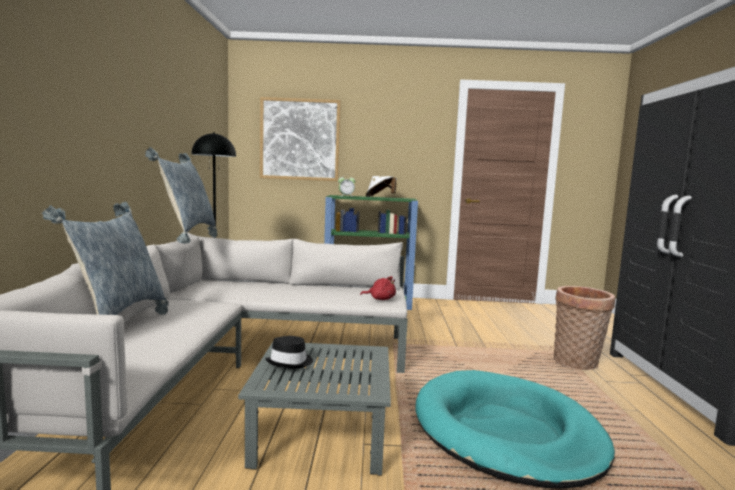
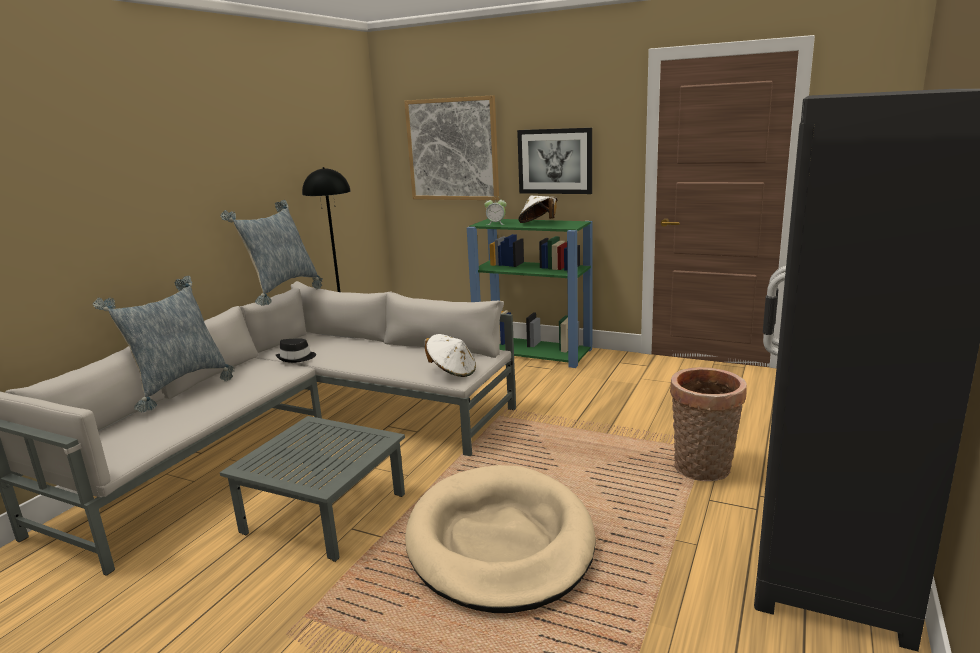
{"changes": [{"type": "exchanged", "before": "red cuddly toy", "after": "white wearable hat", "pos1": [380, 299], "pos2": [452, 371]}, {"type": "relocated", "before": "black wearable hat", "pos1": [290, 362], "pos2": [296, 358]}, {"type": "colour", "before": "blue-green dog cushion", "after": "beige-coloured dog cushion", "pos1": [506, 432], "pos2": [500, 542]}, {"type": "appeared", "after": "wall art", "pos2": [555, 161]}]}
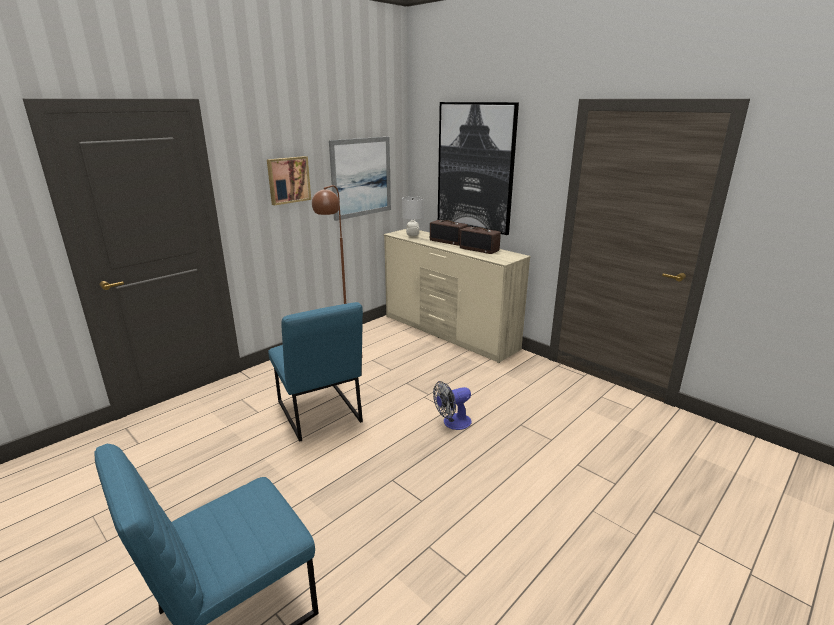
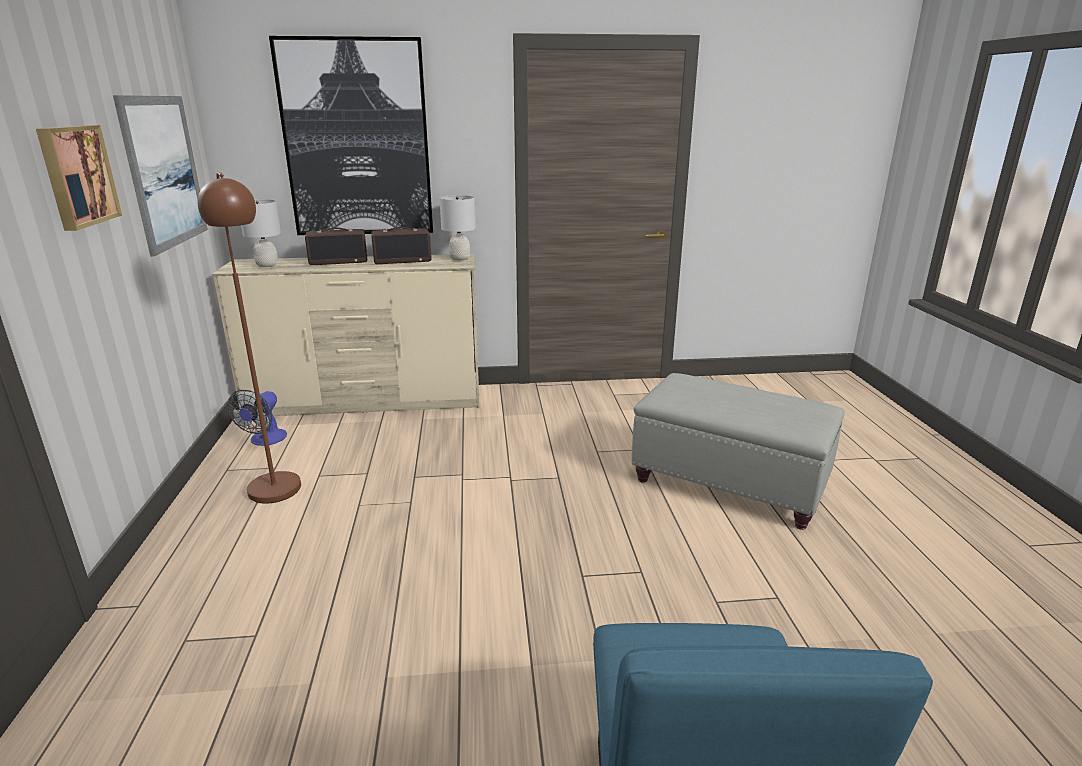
{"changes": [{"type": "missing", "before": "bluish plain chair", "pos1": [319, 413]}, {"type": "relocated", "before": "electric fan", "pos1": [452, 423], "pos2": [265, 440]}, {"type": "appeared", "after": "greyish lamp for a table", "pos2": [459, 259]}, {"type": "appeared", "after": "greyish footrest", "pos2": [730, 484]}]}
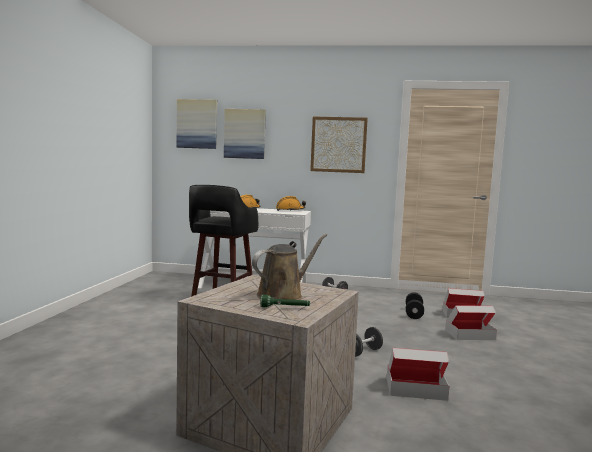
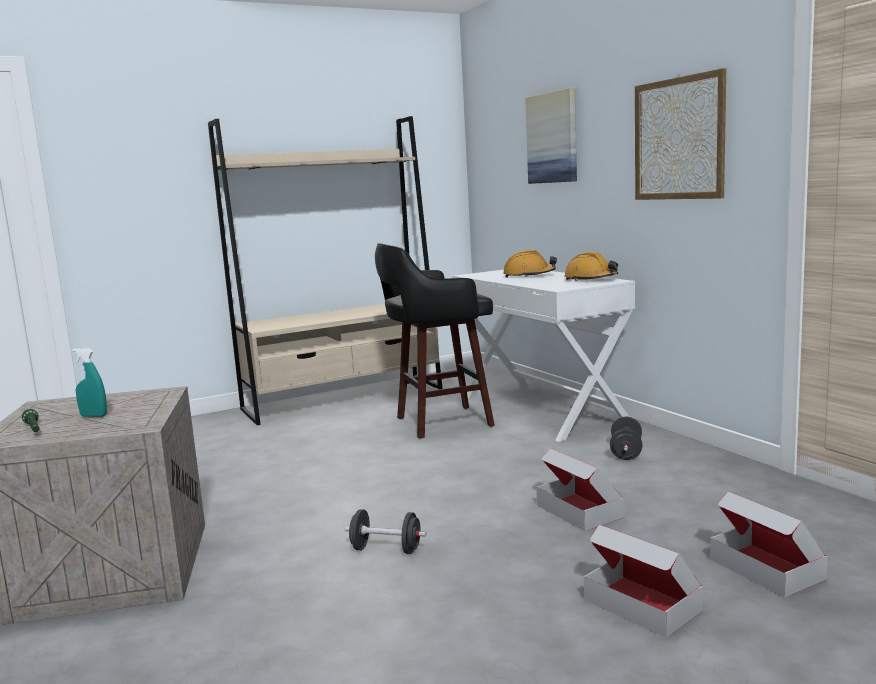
{"changes": [{"type": "missing", "before": "wall art", "pos1": [197, 124]}, {"type": "exchanged", "before": "brown-coloured sprinkling can", "after": "blue-green spray bottle", "pos1": [283, 295], "pos2": [93, 416]}, {"type": "missing", "before": "black free weight", "pos1": [413, 313]}, {"type": "relocated", "before": "packing box", "pos1": [416, 389], "pos2": [579, 511]}, {"type": "appeared", "after": "beige-coloured shelving unit", "pos2": [344, 399]}]}
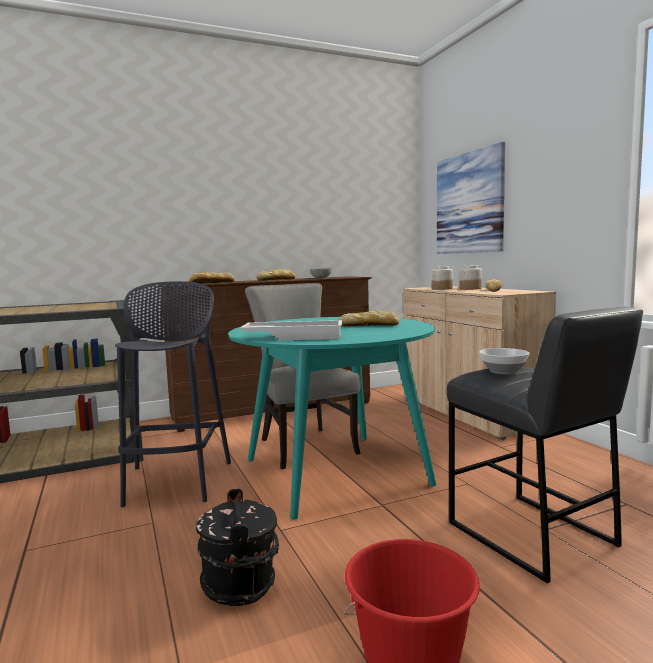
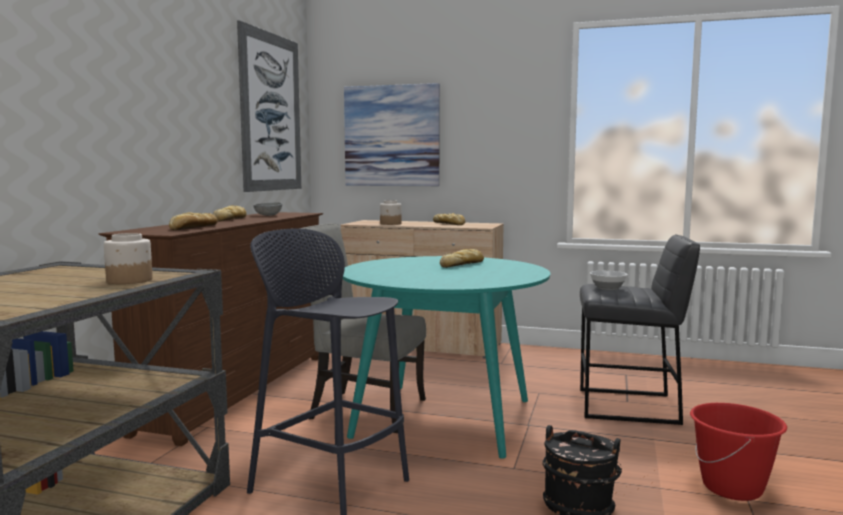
{"changes": [{"type": "relocated", "before": "preserve jar", "pos1": [470, 289], "pos2": [129, 280]}, {"type": "missing", "before": "white tray", "pos1": [294, 337]}, {"type": "appeared", "after": "wall art", "pos2": [271, 112]}]}
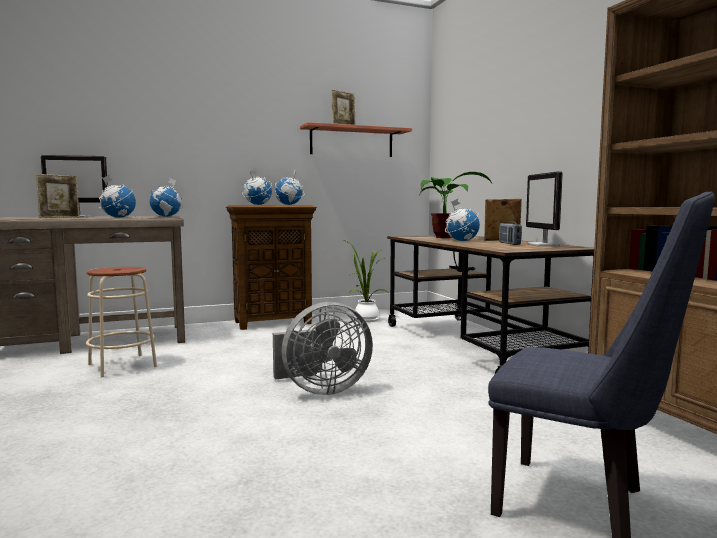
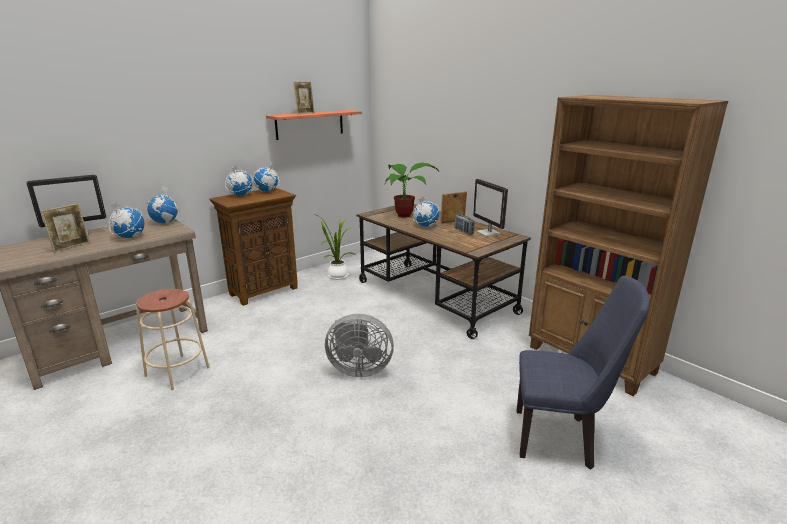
{"changes": [{"type": "spun", "before": "greyish electric fan", "pos1": [321, 389], "pos2": [358, 369], "turn": 45}]}
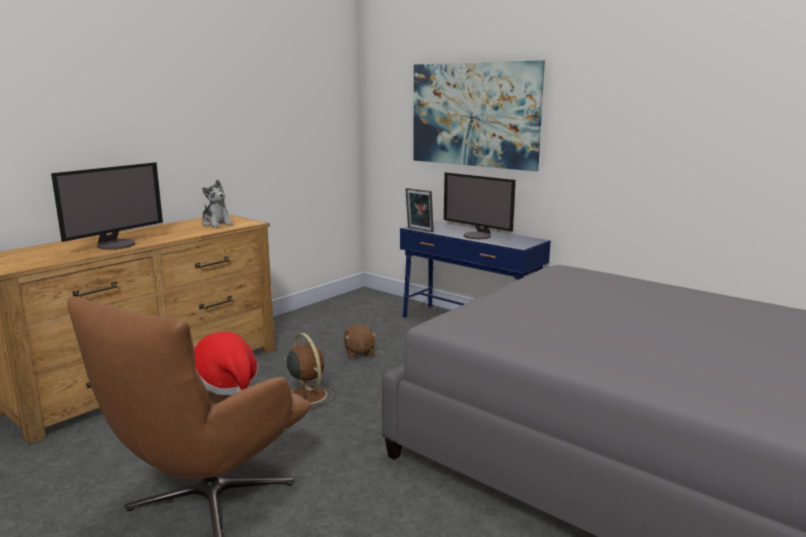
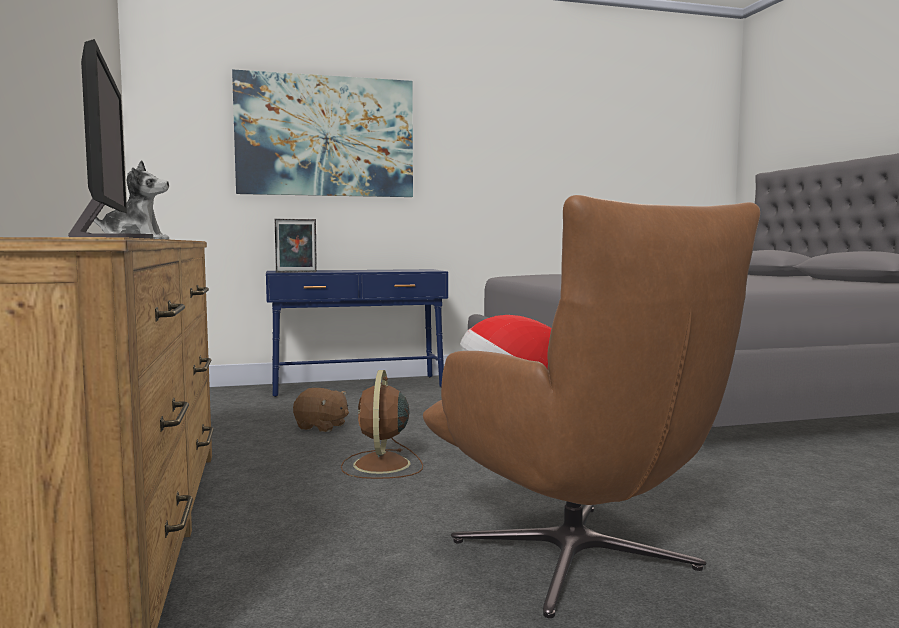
{"changes": [{"type": "missing", "before": "computer display", "pos1": [478, 236]}, {"type": "spun", "before": "brown-coloured electric fan", "pos1": [306, 394], "pos2": [381, 465], "turn": -90}]}
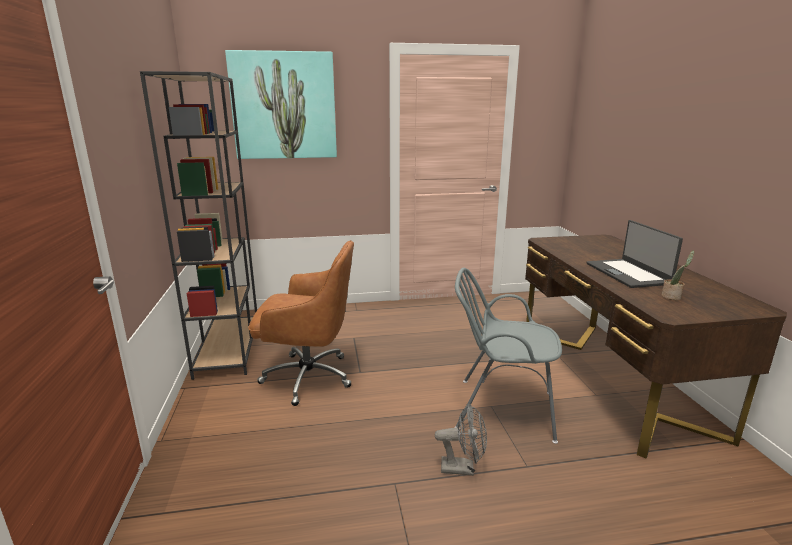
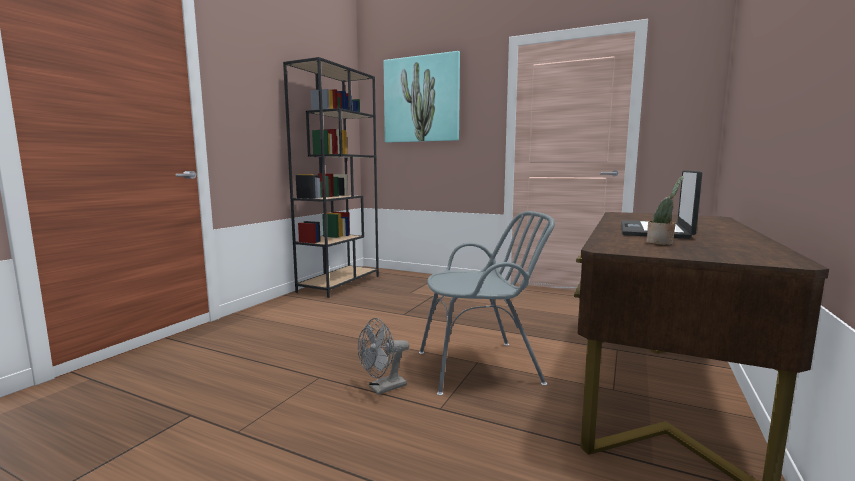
{"changes": [{"type": "missing", "before": "brown-coloured computer chair", "pos1": [308, 377]}, {"type": "spun", "before": "greyish plain chair", "pos1": [500, 408], "pos2": [483, 366], "turn": 120}, {"type": "spun", "before": "greyish electric fan", "pos1": [463, 468], "pos2": [382, 388], "turn": 105}]}
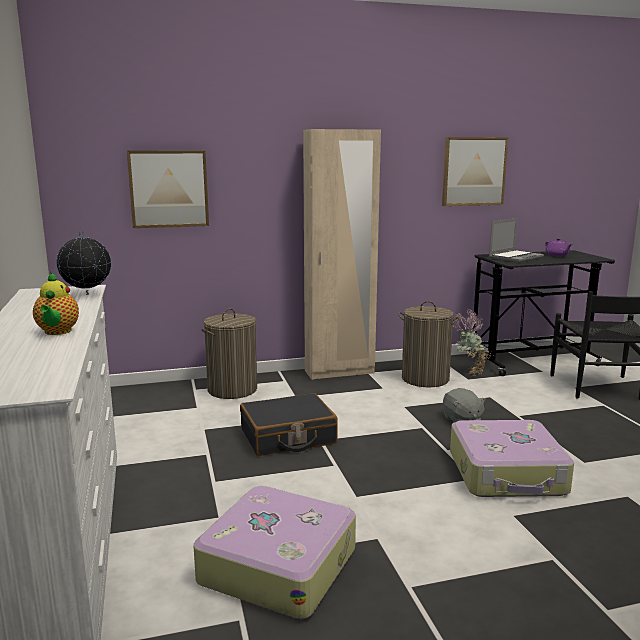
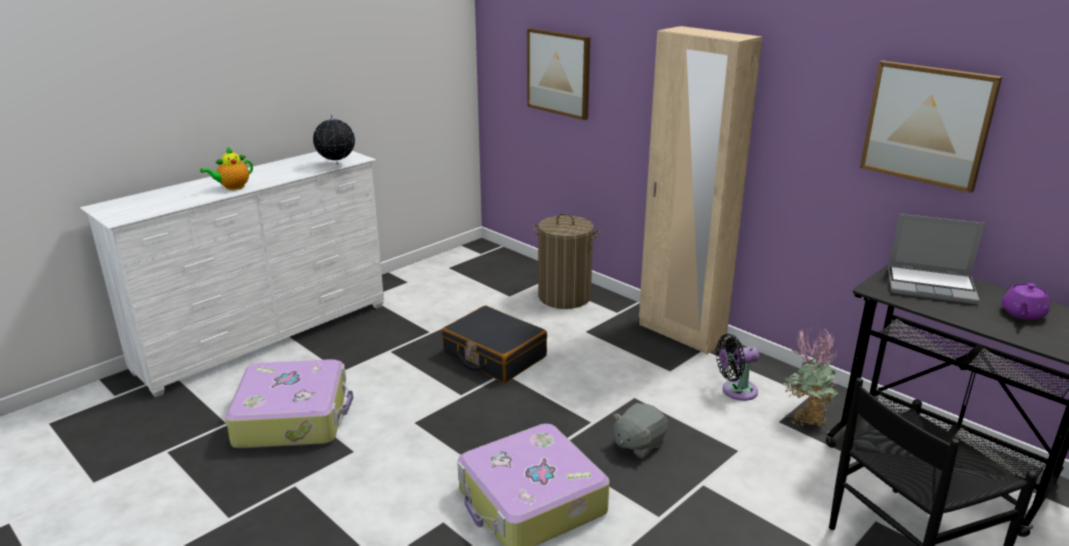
{"changes": [{"type": "exchanged", "before": "laundry basket", "after": "black electric fan", "pos1": [425, 379], "pos2": [736, 391]}]}
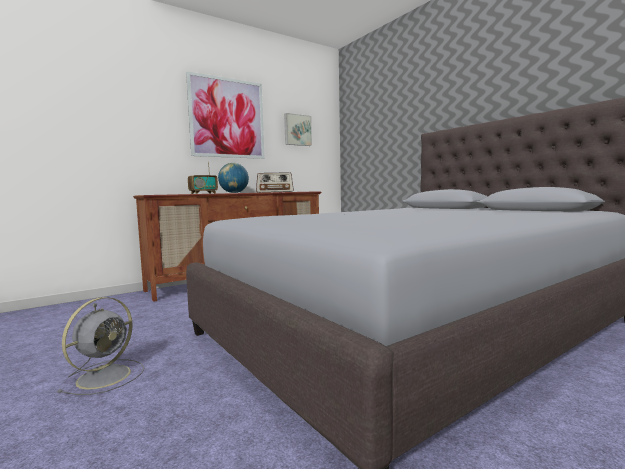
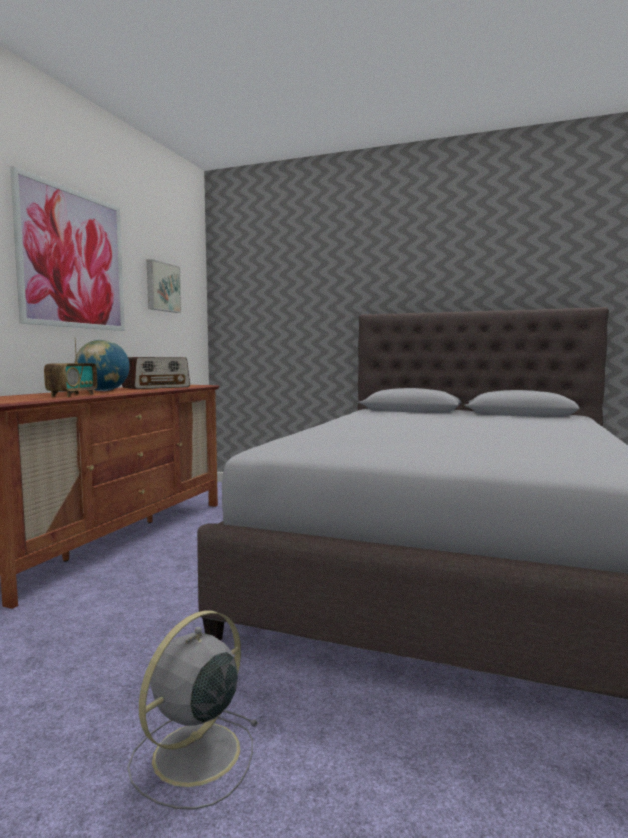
{"changes": [{"type": "spun", "before": "greyish electric fan", "pos1": [106, 376], "pos2": [193, 756], "turn": -135}]}
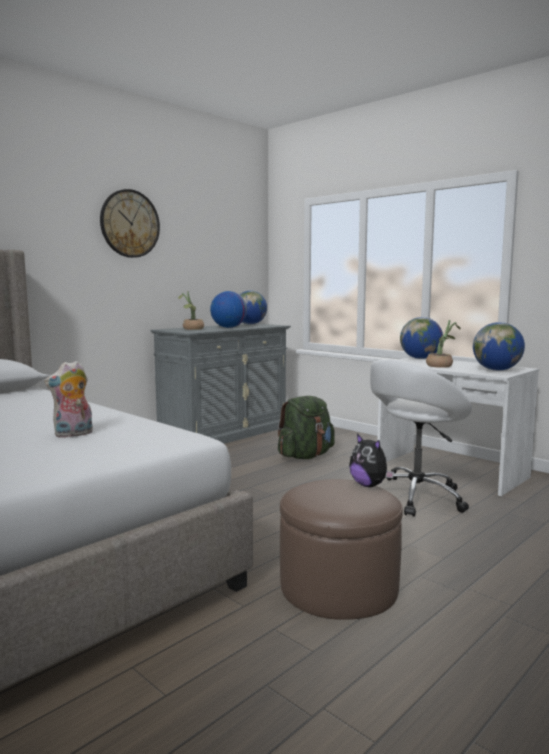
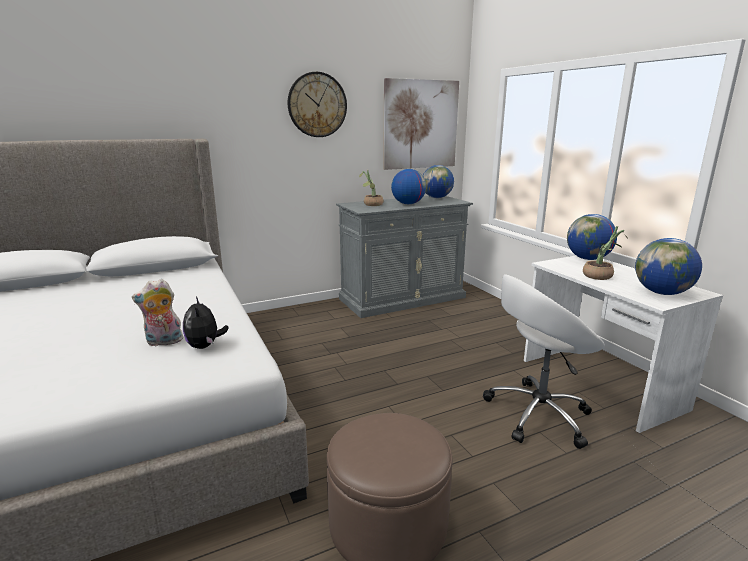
{"changes": [{"type": "missing", "before": "green rucksack", "pos1": [305, 456]}, {"type": "relocated", "before": "cuddly toy", "pos1": [369, 485], "pos2": [205, 346]}, {"type": "appeared", "after": "wall art", "pos2": [420, 124]}]}
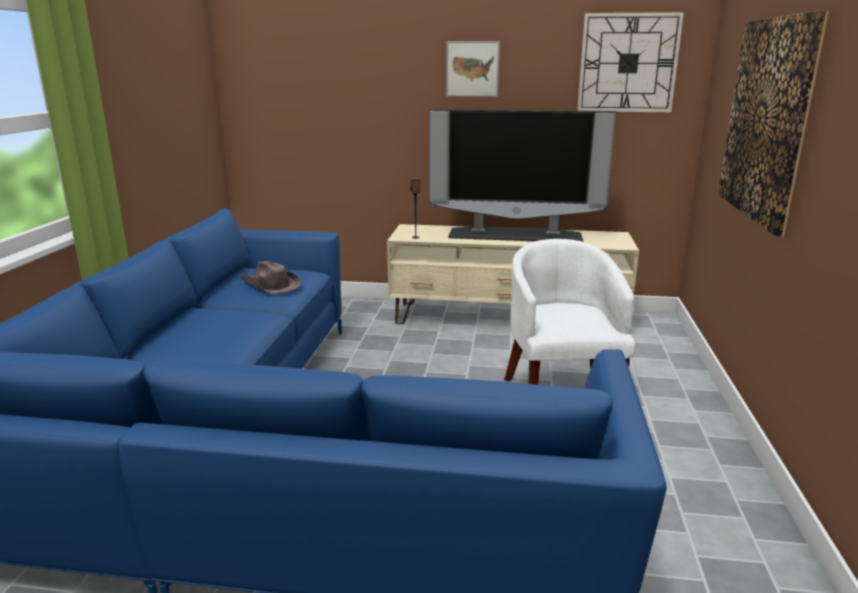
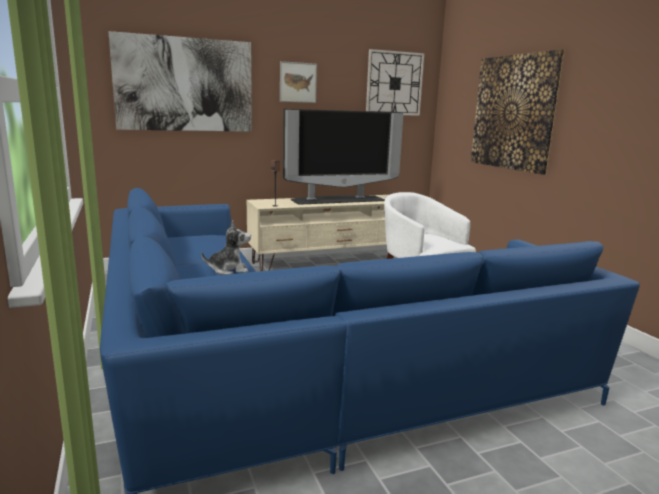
{"changes": [{"type": "missing", "before": "brown-coloured wearable hat", "pos1": [270, 285]}, {"type": "appeared", "after": "wall art", "pos2": [184, 85]}, {"type": "appeared", "after": "cuddly toy", "pos2": [228, 270]}]}
